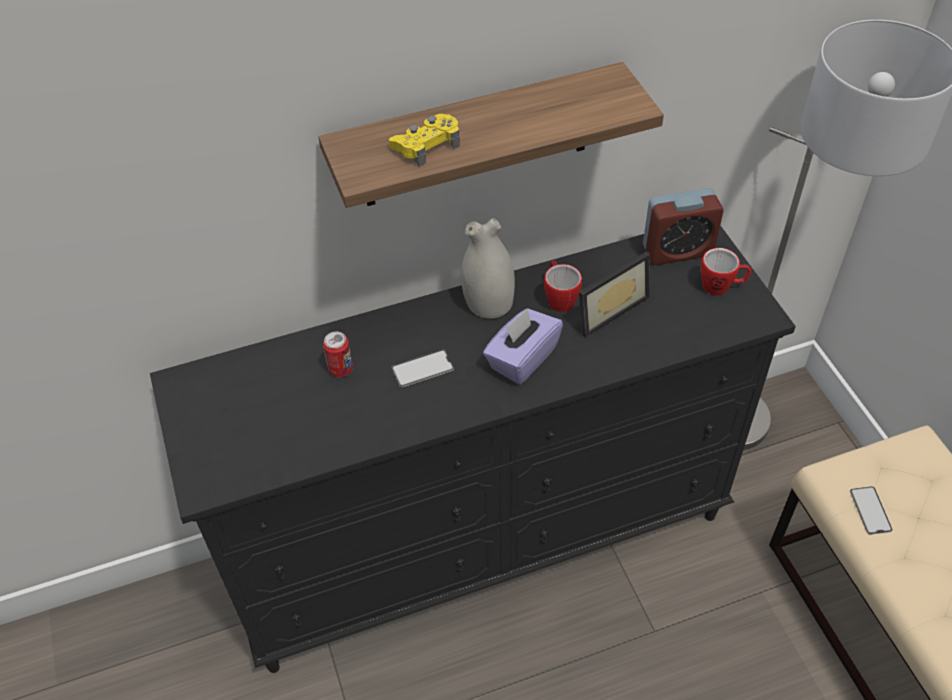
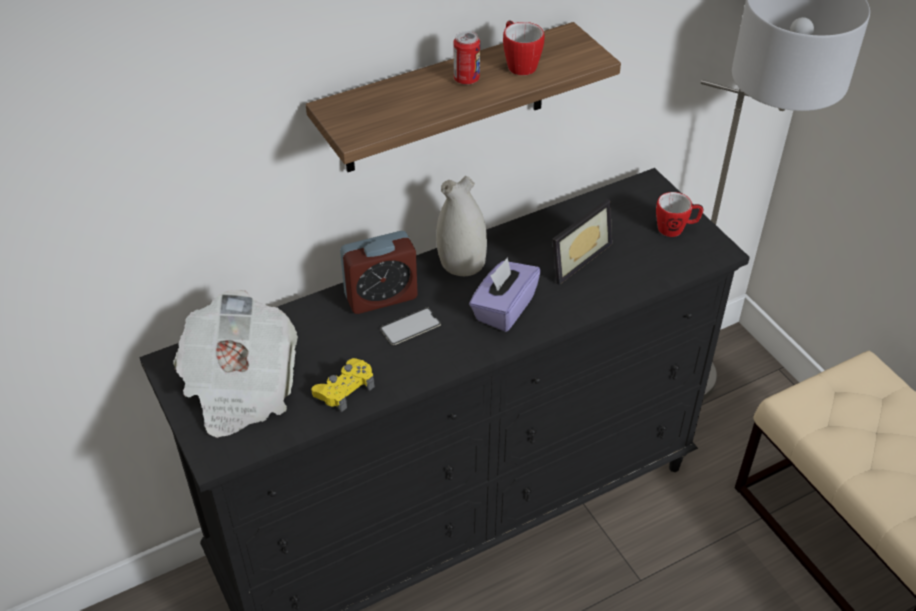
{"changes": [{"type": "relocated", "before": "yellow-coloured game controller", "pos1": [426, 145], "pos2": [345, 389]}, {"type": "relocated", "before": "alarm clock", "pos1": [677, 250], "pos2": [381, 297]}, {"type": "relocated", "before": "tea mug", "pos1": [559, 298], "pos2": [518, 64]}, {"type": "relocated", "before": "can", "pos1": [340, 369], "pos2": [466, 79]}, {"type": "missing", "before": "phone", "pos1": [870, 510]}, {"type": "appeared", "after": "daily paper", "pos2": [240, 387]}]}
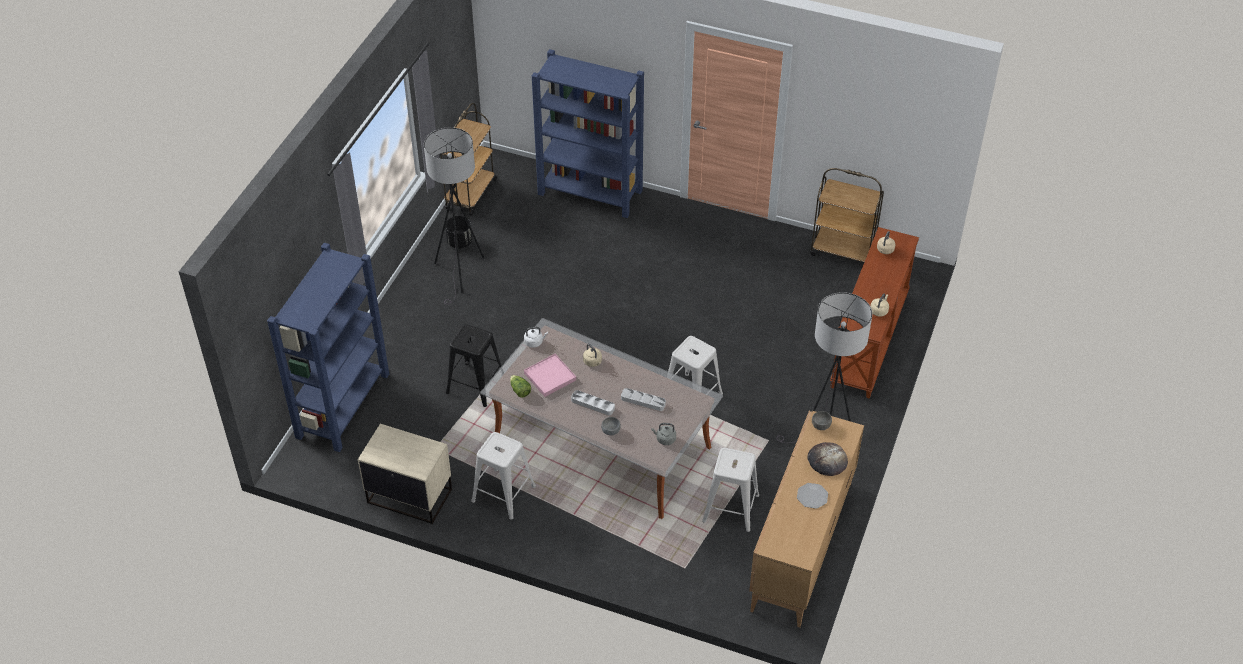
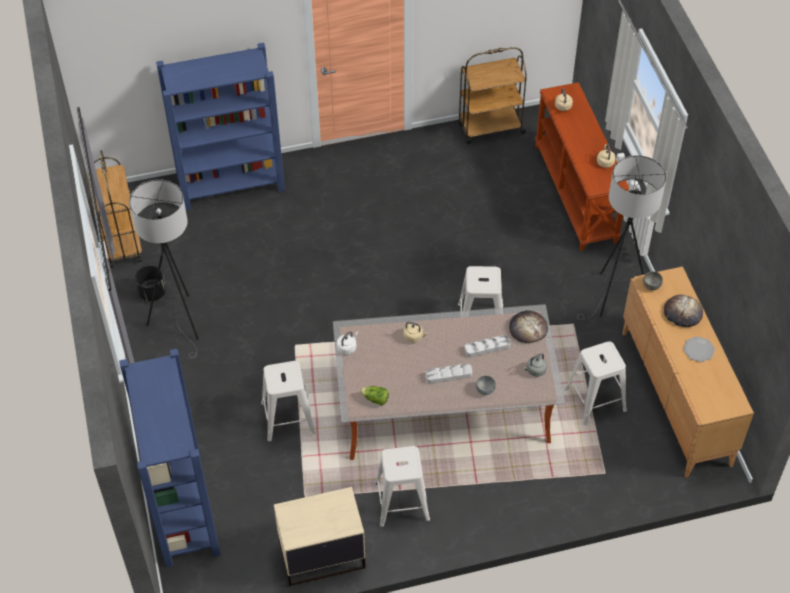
{"changes": [{"type": "colour", "before": "black stool seat", "after": "white stool seat", "pos1": [475, 384], "pos2": [288, 418]}, {"type": "missing", "before": "pink-coloured tray", "pos1": [550, 377]}, {"type": "appeared", "after": "bakery bread", "pos2": [528, 328]}]}
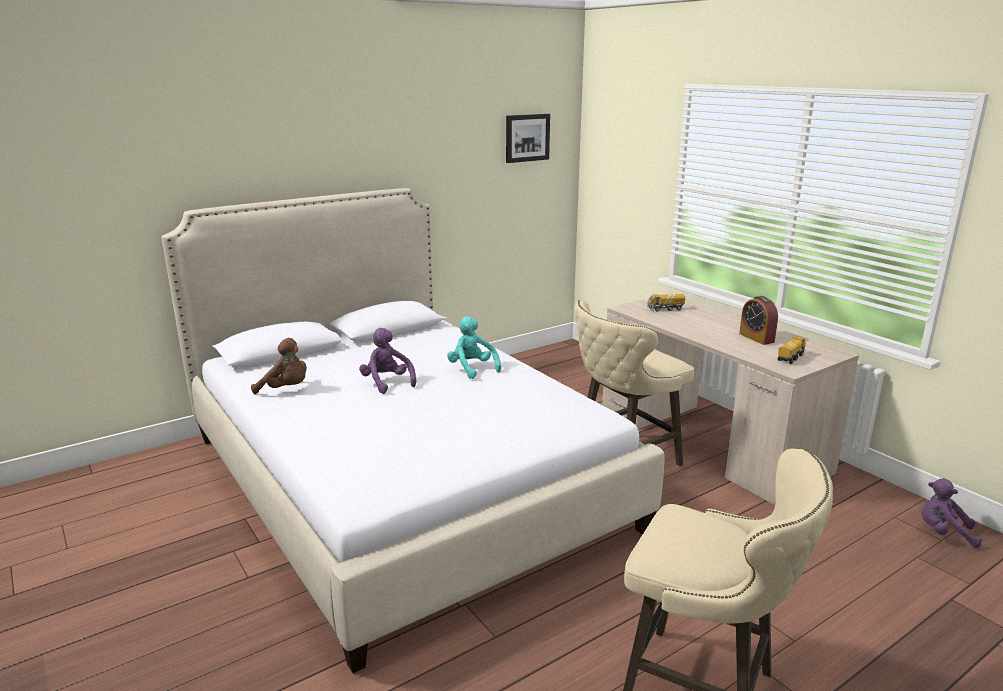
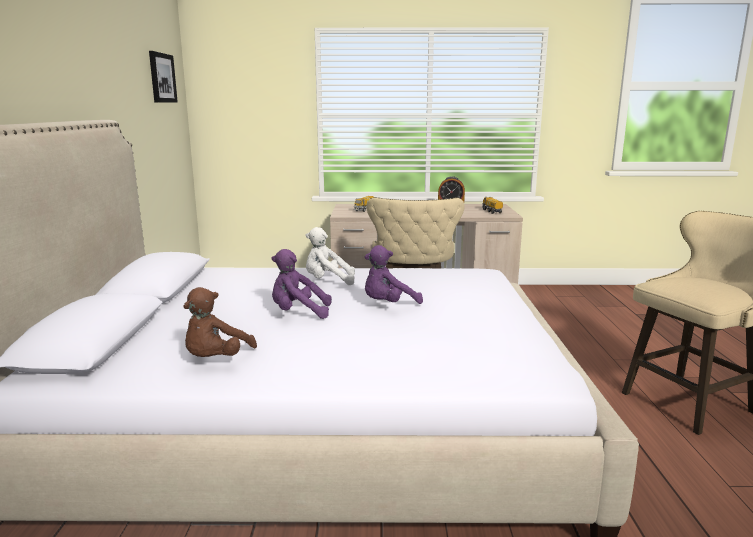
{"changes": [{"type": "colour", "before": "blue-green cuddly toy", "after": "white cuddly toy", "pos1": [472, 369], "pos2": [328, 281]}, {"type": "spun", "before": "brown-coloured cuddly toy", "pos1": [286, 389], "pos2": [216, 359], "turn": 150}, {"type": "relocated", "before": "purple-coloured cuddly toy", "pos1": [944, 533], "pos2": [388, 305]}]}
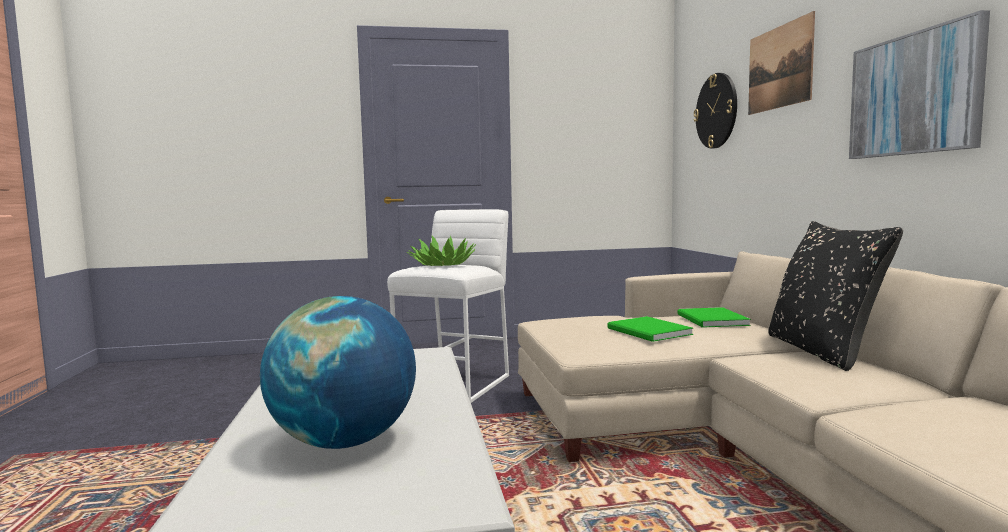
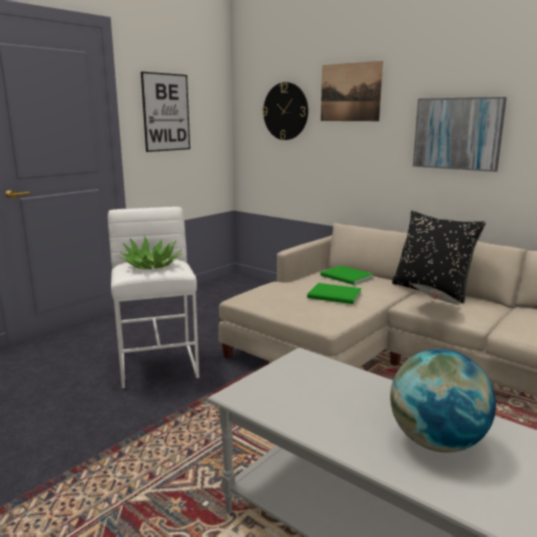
{"changes": [{"type": "appeared", "after": "wall art", "pos2": [166, 112]}, {"type": "appeared", "after": "daily paper", "pos2": [436, 308]}]}
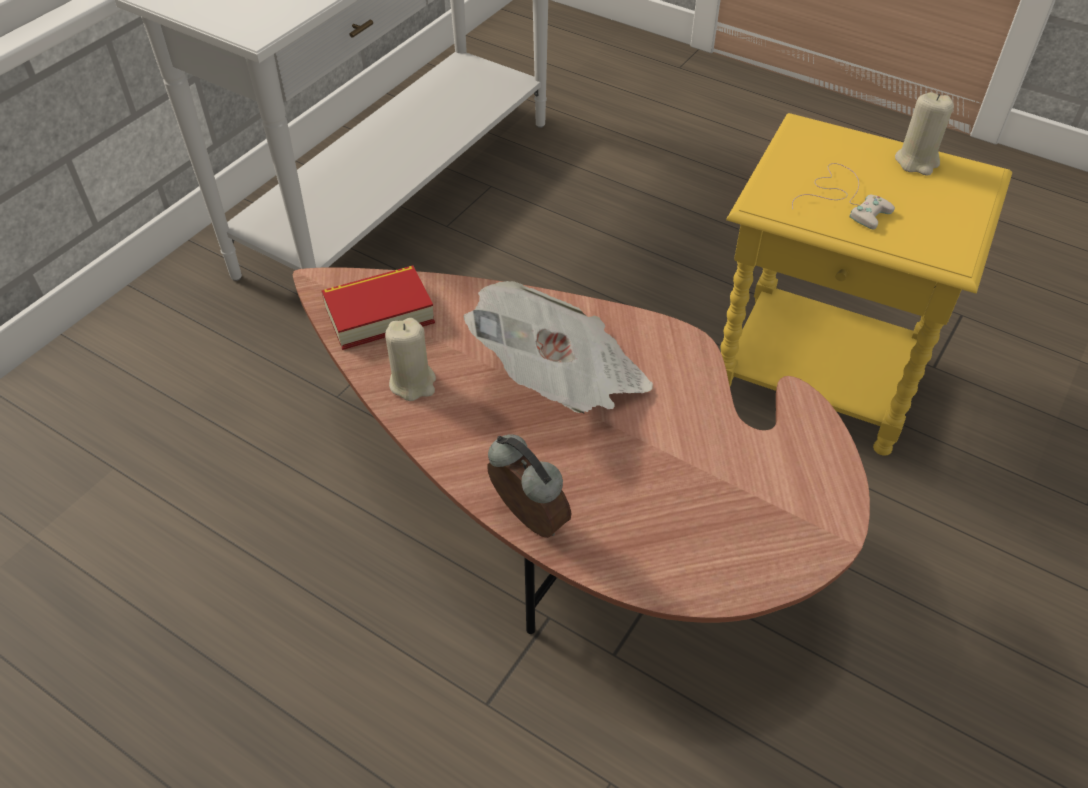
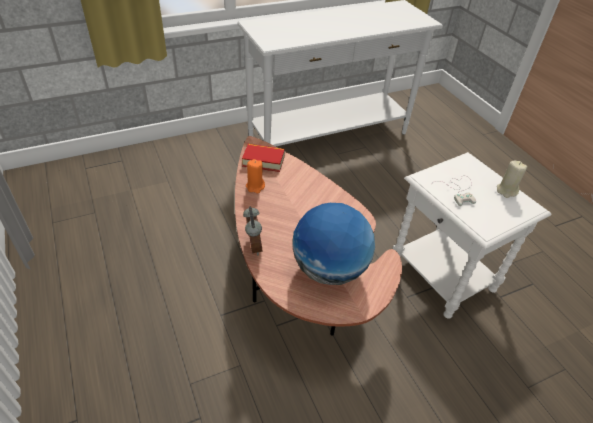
{"changes": [{"type": "colour", "before": "yellow-coloured side table", "after": "white side table", "pos1": [818, 373], "pos2": [444, 273]}, {"type": "missing", "before": "daily paper", "pos1": [561, 380]}, {"type": "colour", "before": "beige-coloured wax candle", "after": "orange-coloured wax candle", "pos1": [413, 383], "pos2": [255, 186]}, {"type": "appeared", "after": "desk globe", "pos2": [329, 270]}]}
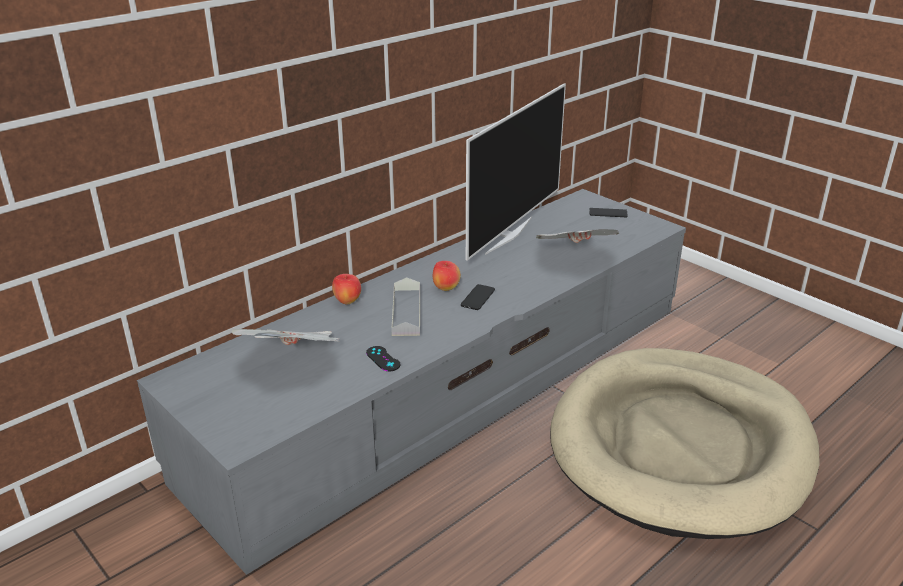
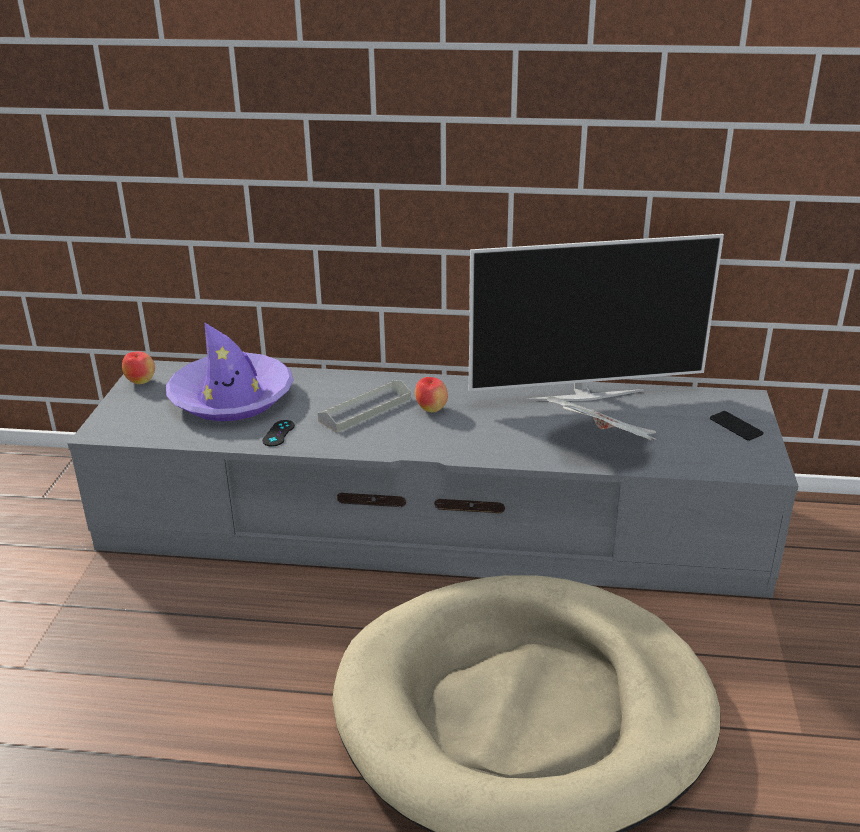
{"changes": [{"type": "relocated", "before": "apple fruit", "pos1": [347, 302], "pos2": [141, 382]}, {"type": "missing", "before": "phone", "pos1": [478, 297]}, {"type": "exchanged", "before": "daily paper", "after": "purple-coloured wearable hat", "pos1": [294, 358], "pos2": [232, 398]}]}
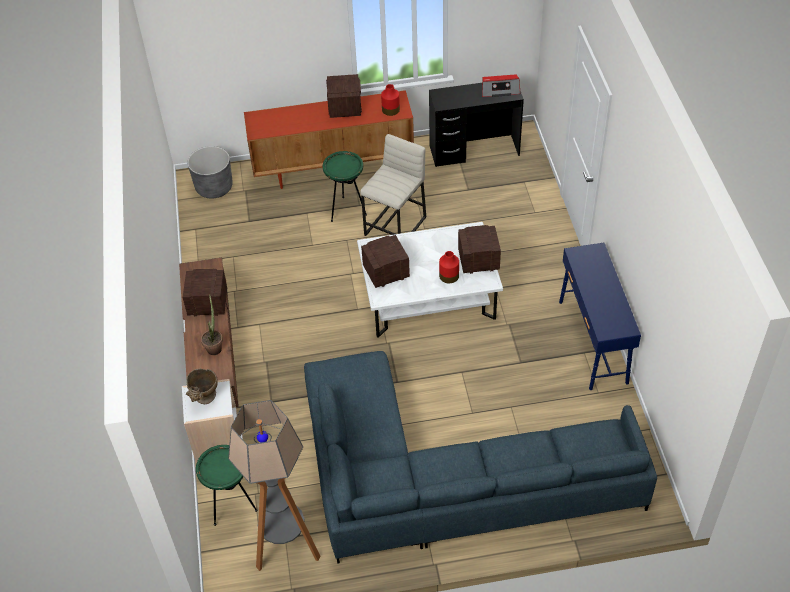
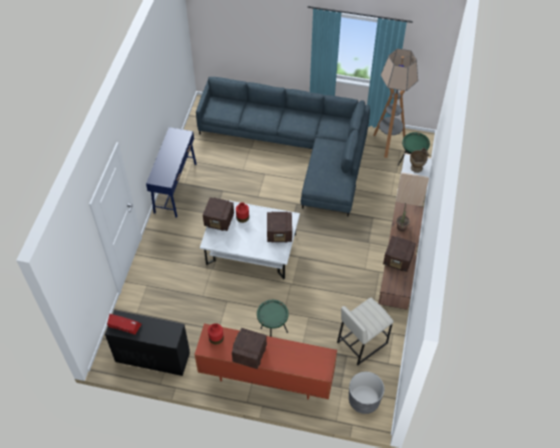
{"changes": [{"type": "relocated", "before": "beige-coloured stool seat", "pos1": [395, 226], "pos2": [362, 342]}]}
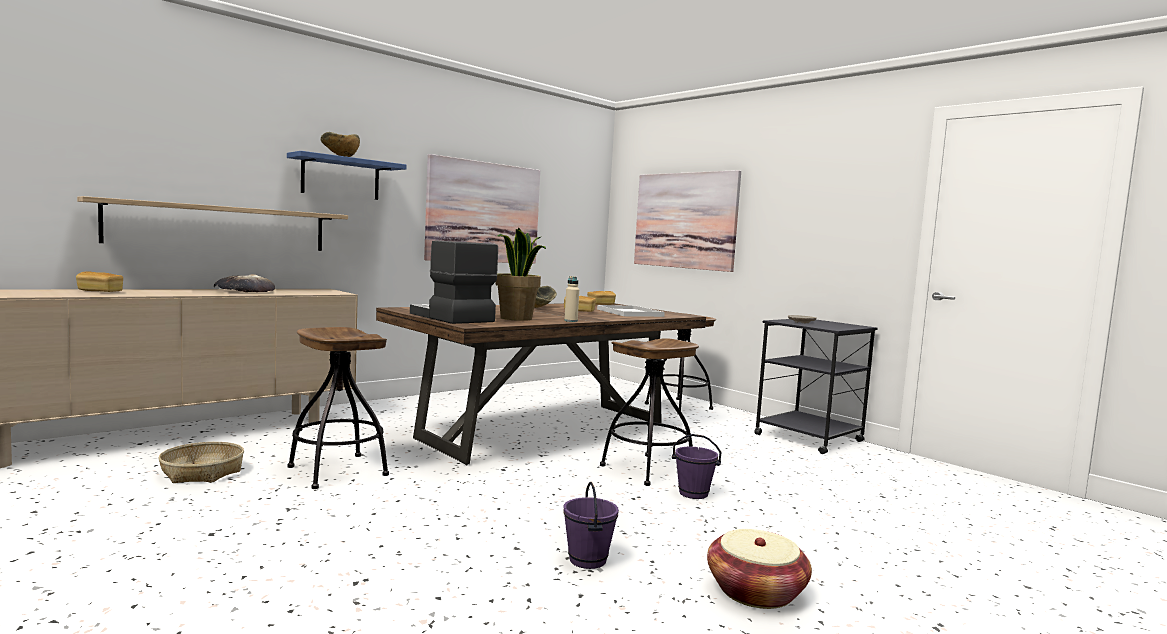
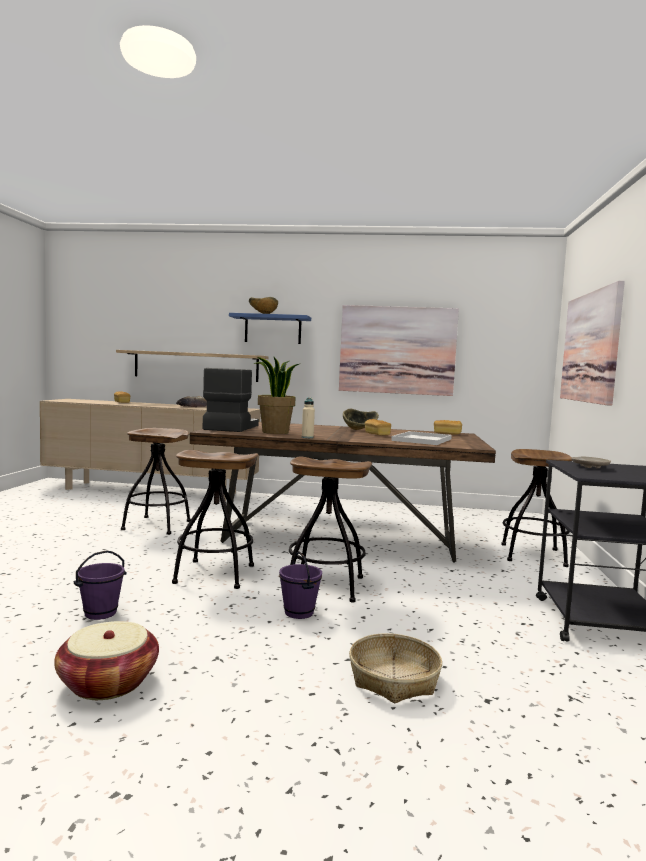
{"changes": [{"type": "relocated", "before": "storage basket", "pos1": [202, 472], "pos2": [394, 679]}, {"type": "appeared", "after": "brown-coloured stool seat", "pos2": [214, 573]}]}
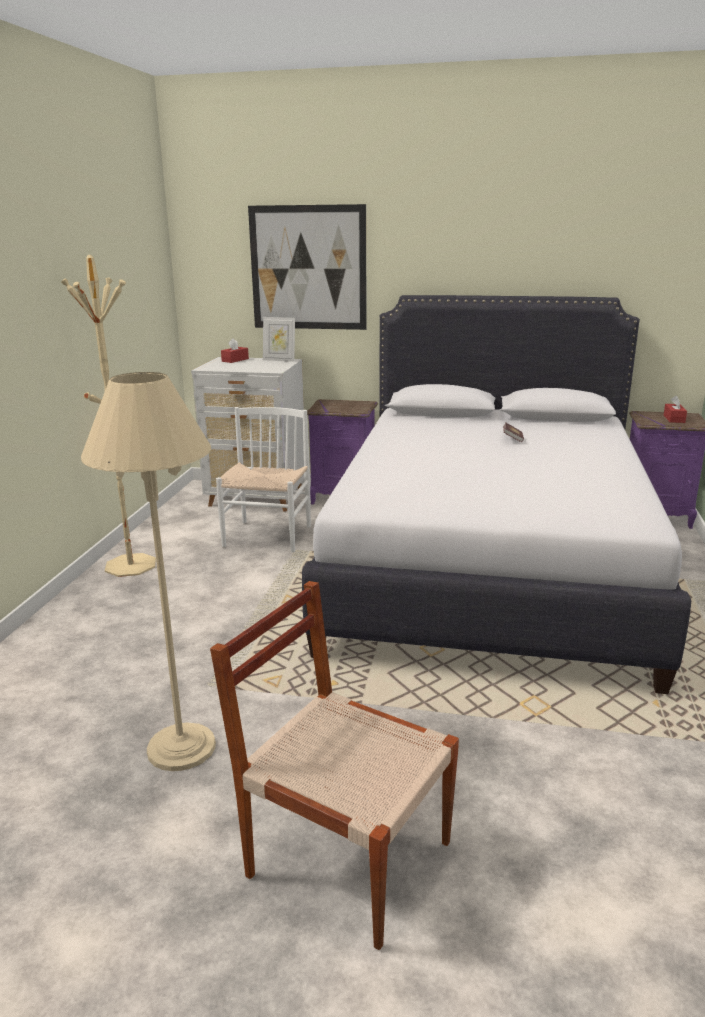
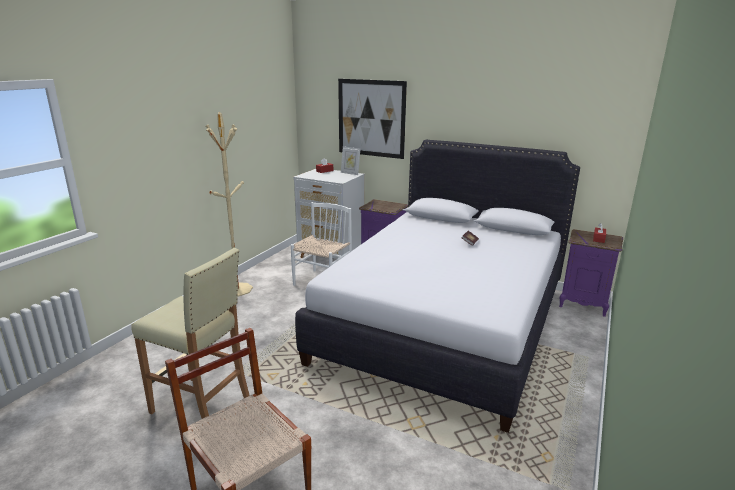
{"changes": [{"type": "exchanged", "before": "beige-coloured standing lamp", "after": "beige-coloured stool seat", "pos1": [181, 747], "pos2": [201, 406]}]}
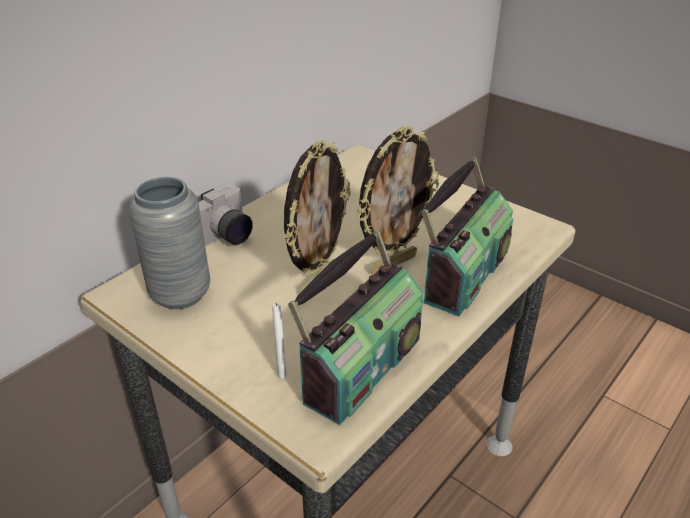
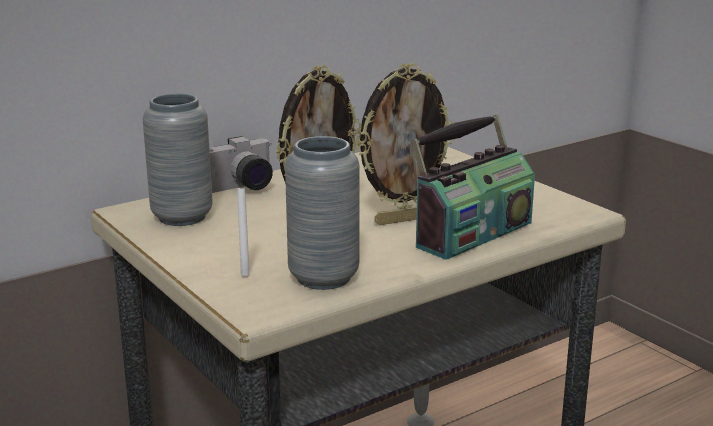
{"changes": [{"type": "exchanged", "before": "radio set", "after": "greyish vase", "pos1": [360, 366], "pos2": [323, 278]}]}
